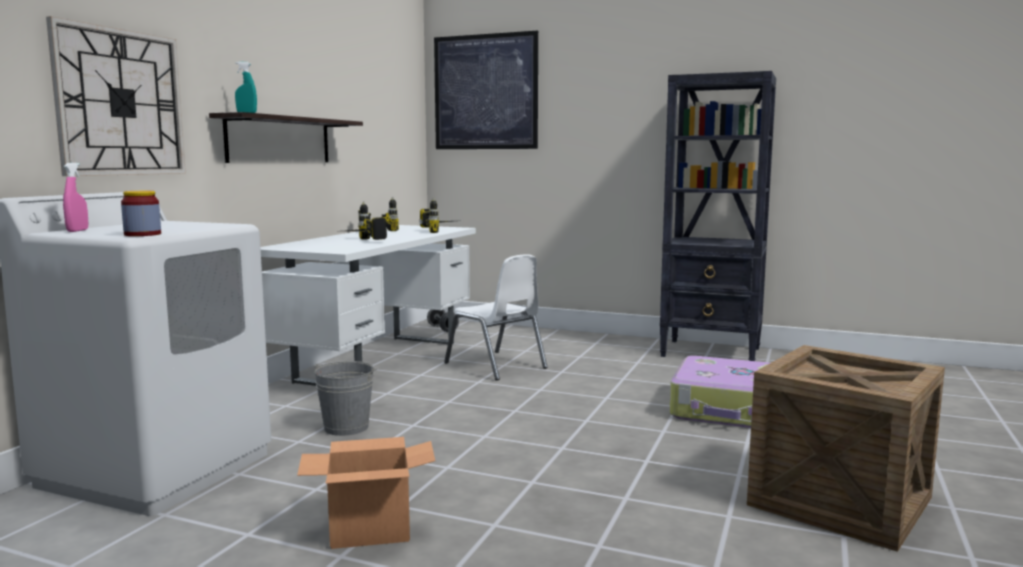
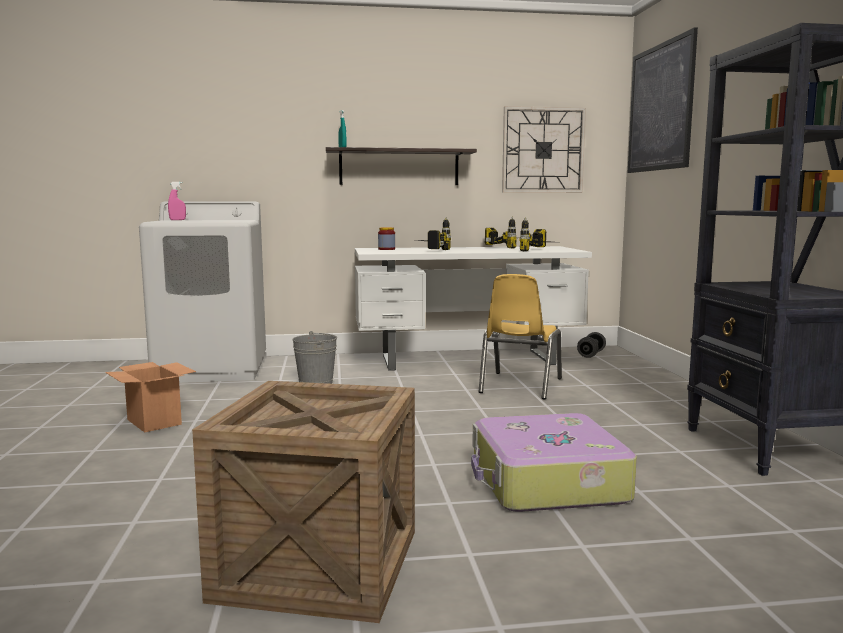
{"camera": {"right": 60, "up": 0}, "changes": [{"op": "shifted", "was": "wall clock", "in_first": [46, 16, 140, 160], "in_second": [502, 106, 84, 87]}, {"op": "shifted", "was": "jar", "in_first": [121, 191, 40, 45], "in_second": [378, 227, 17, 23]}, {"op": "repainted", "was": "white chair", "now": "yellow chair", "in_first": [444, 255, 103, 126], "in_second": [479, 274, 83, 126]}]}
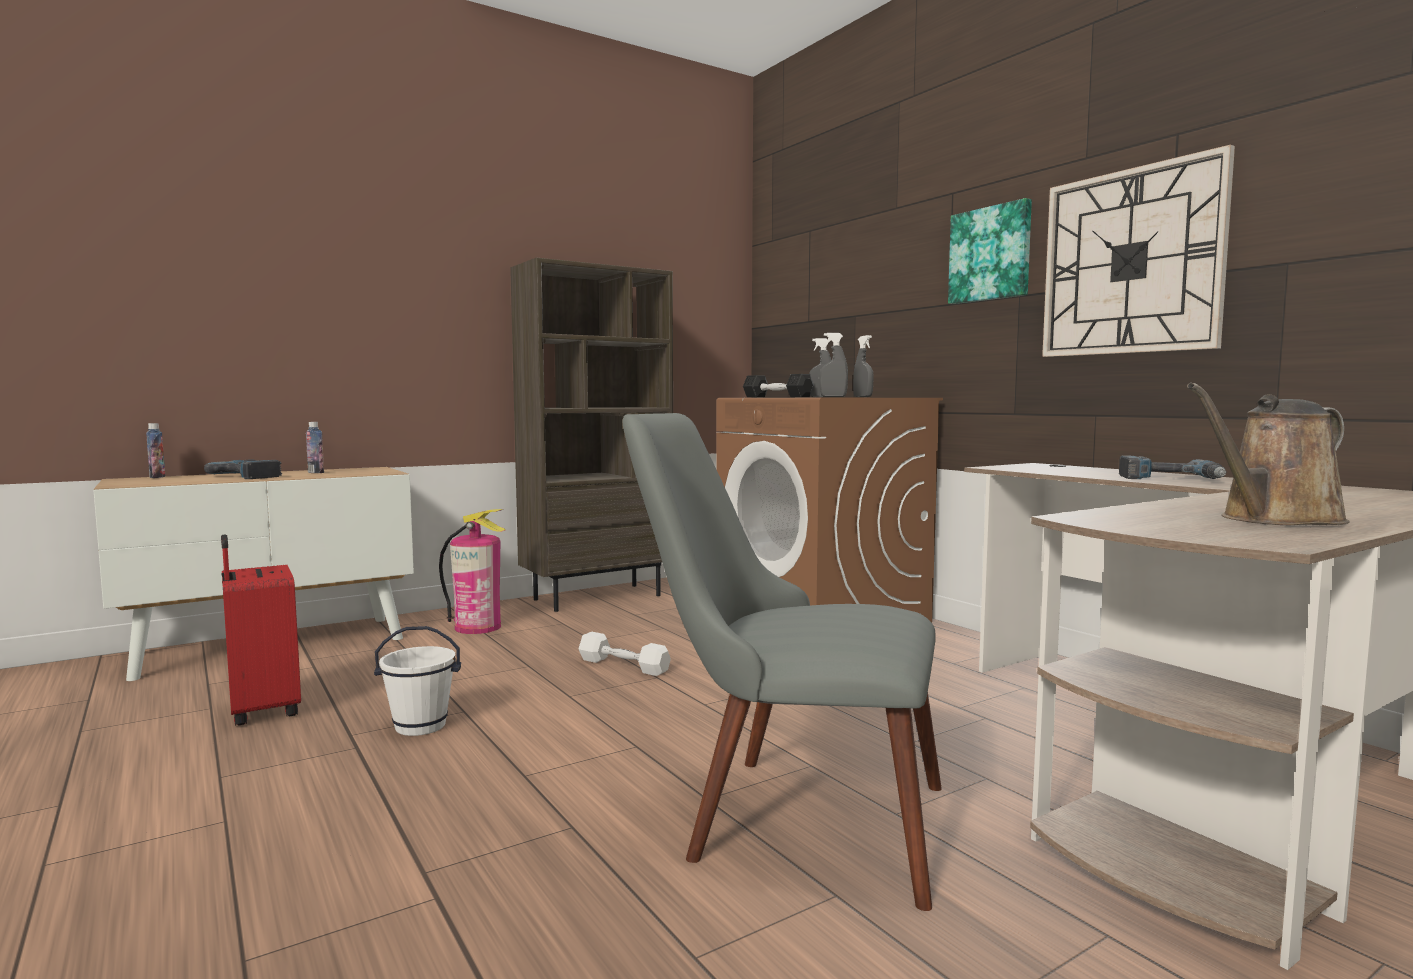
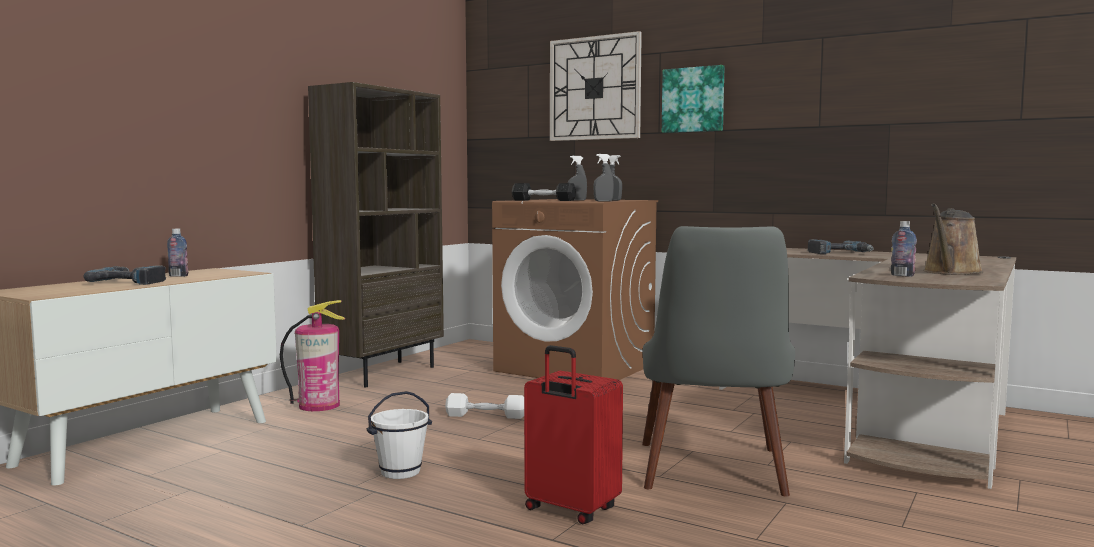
{"camera": {"right": -25, "up": 0}, "changes": [{"op": "shifted", "was": "bottle", "in_first": [146, 423, 19, 55], "in_second": [890, 221, 27, 56]}, {"op": "shifted", "was": "red suitcase", "in_first": [221, 534, 80, 192], "in_second": [524, 345, 99, 180]}, {"op": "rotated", "was": "grey chair", "in_first": [622, 413, 320, 498], "in_second": [642, 226, 153, 271], "clockwise": -75}, {"op": "shifted", "was": "wall clock", "in_first": [1042, 145, 193, 212], "in_second": [550, 31, 92, 110]}]}
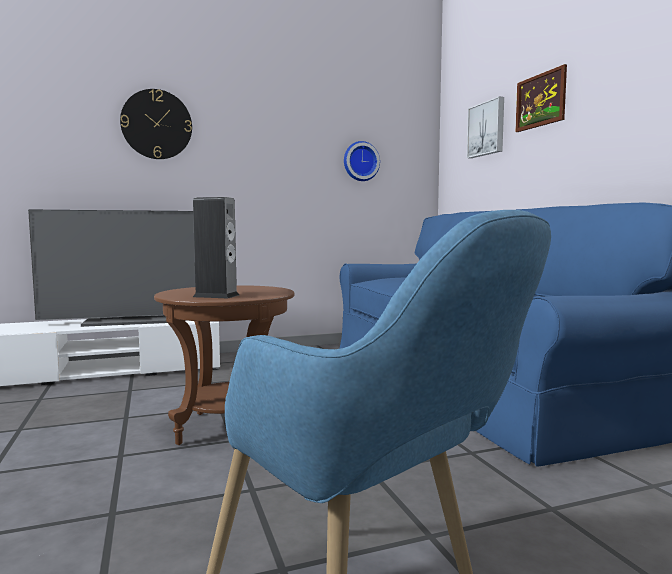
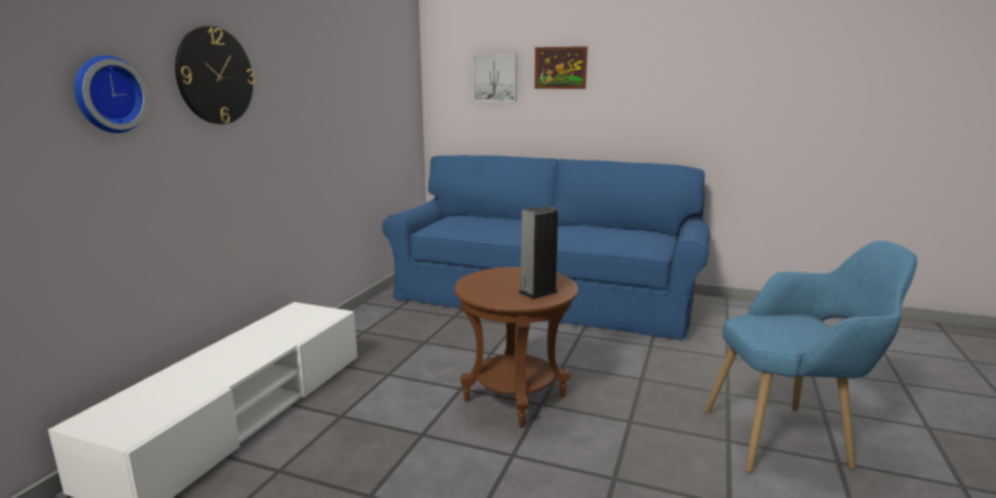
{"camera": {"right": -50, "up": 10}, "changes": [{"op": "gone", "was": "television", "in_first": [28, 209, 168, 118]}, {"op": "shifted", "was": "wall clock", "in_first": [344, 141, 36, 40], "in_second": [74, 55, 75, 78]}]}
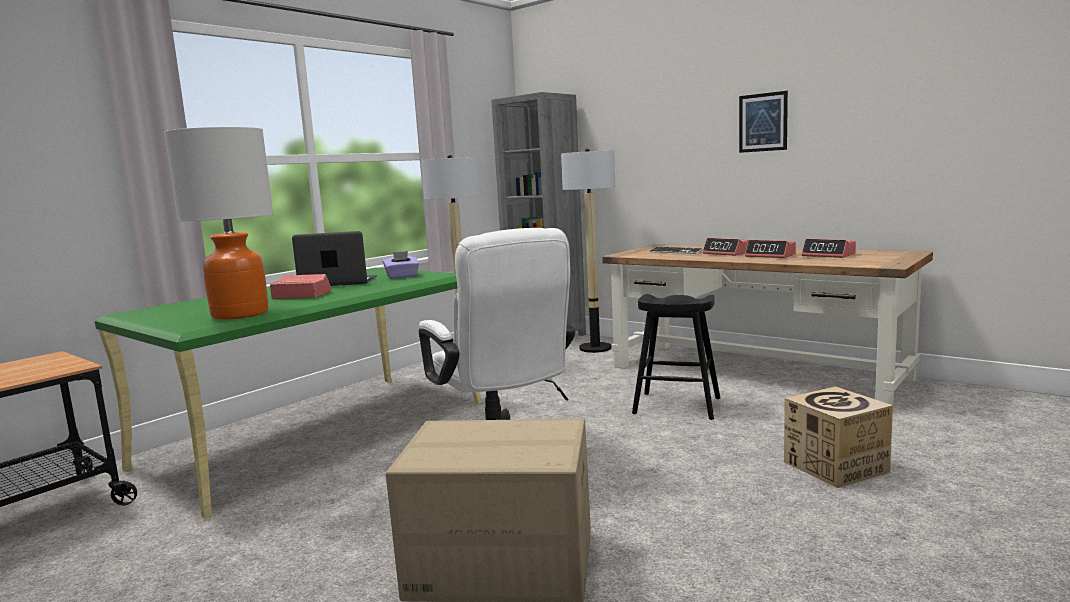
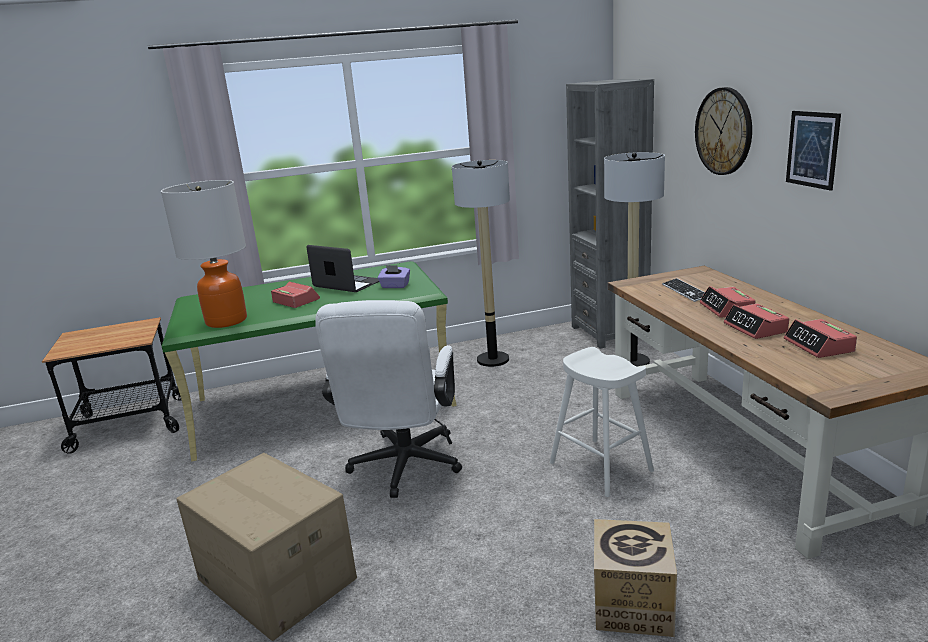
{"camera": {"right": 35, "up": 10}, "changes": [{"op": "repainted", "was": "black stool", "now": "white stool", "in_first": [632, 294, 88, 126], "in_second": [550, 347, 104, 150]}, {"op": "new", "now": "wall clock", "in_second": [695, 87, 57, 88]}]}
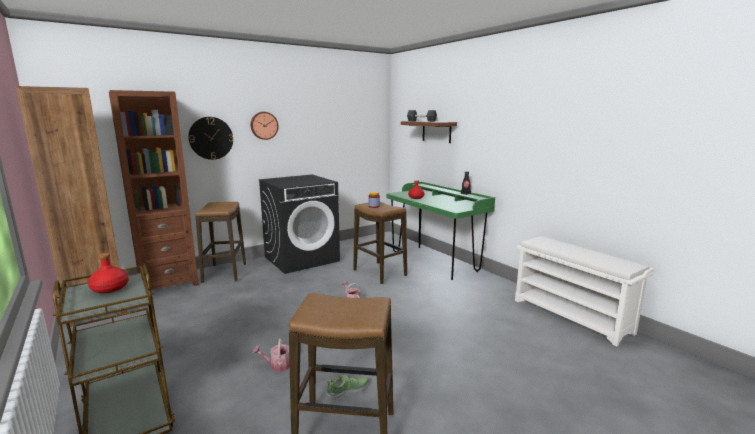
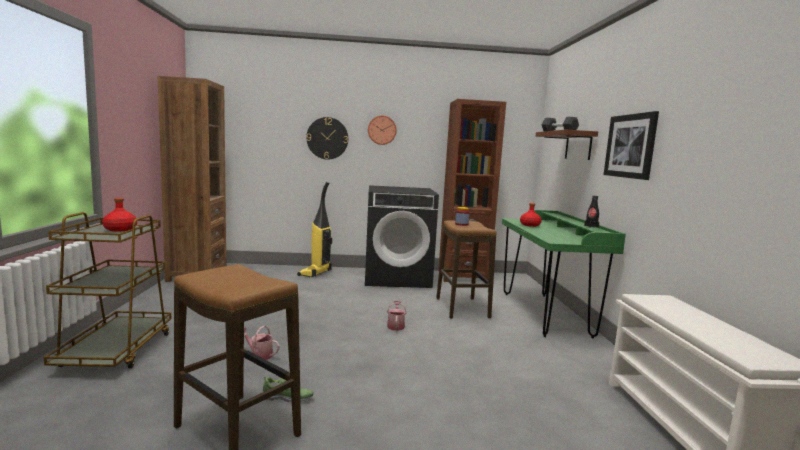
{"camera": {"right": 30, "up": -5}, "changes": [{"op": "shifted", "was": "brown bookcase", "in_first": [109, 90, 90, 200], "in_second": [438, 99, 68, 183]}, {"op": "swapped", "was": "stool", "now": "vacuum cleaner", "in_first": [195, 202, 51, 81], "in_second": [297, 182, 35, 95]}, {"op": "new", "now": "picture", "in_second": [604, 111, 55, 69]}]}
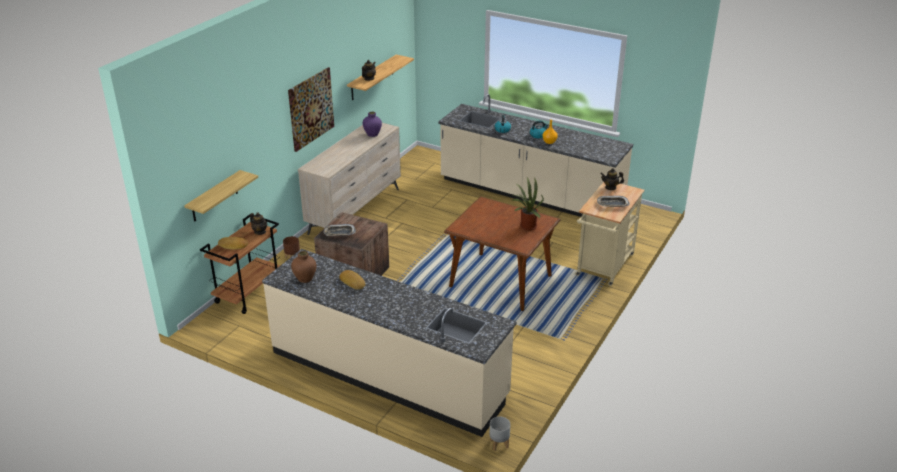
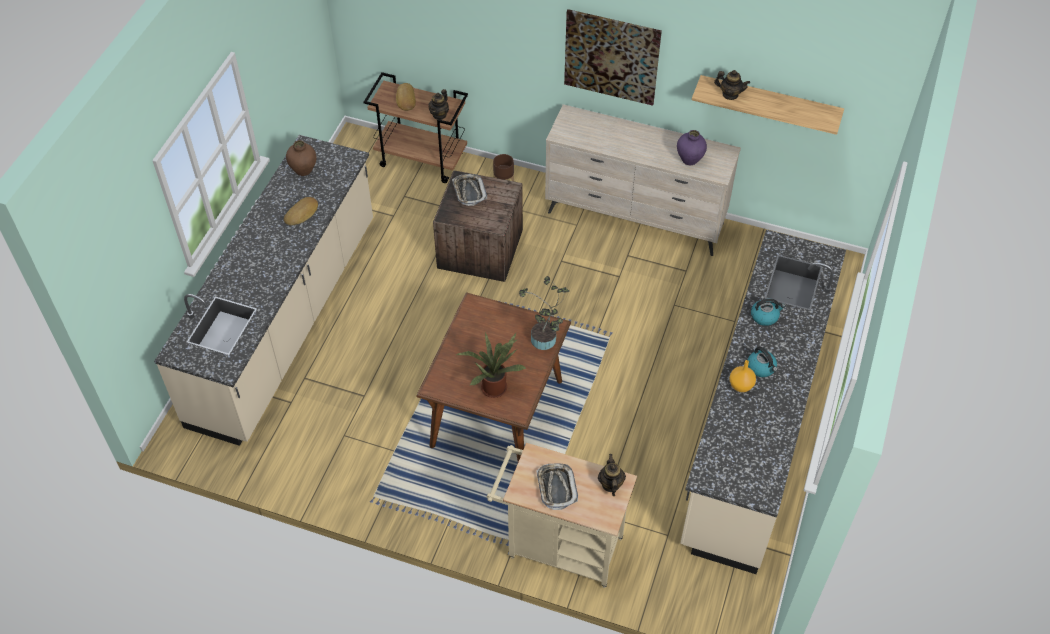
{"camera": {"right": 80, "up": 20}, "changes": [{"op": "gone", "was": "shelf", "in_first": [184, 170, 74, 52]}, {"op": "gone", "was": "grey planter", "in_first": [489, 416, 21, 34]}, {"op": "new", "now": "potted plant", "in_second": [519, 276, 50, 74]}]}
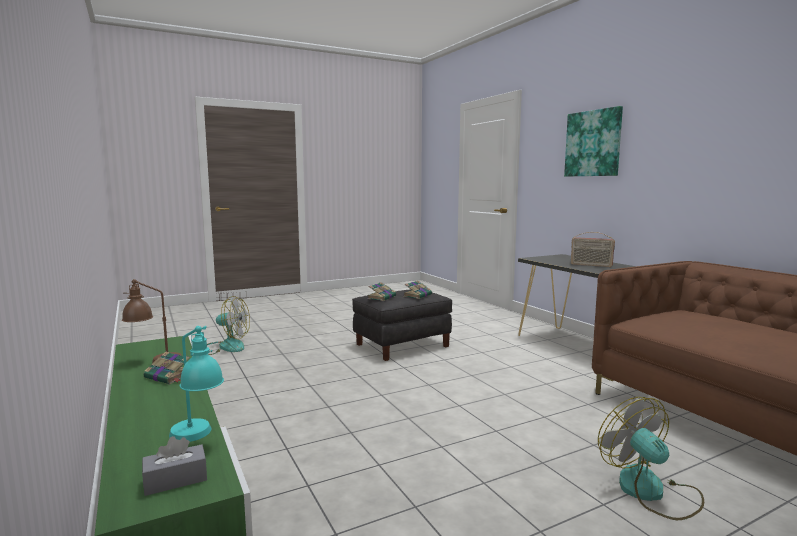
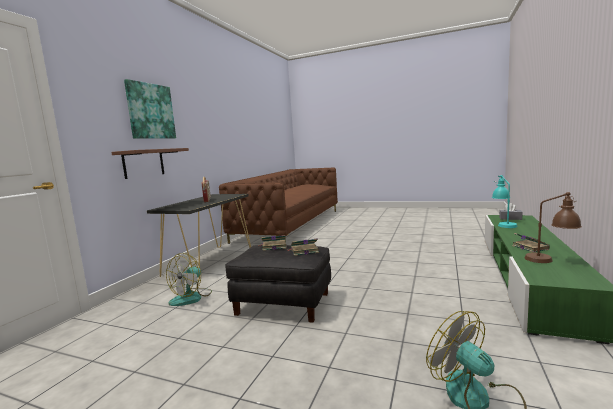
{"camera": {"right": -130, "up": 0}, "changes": [{"op": "shifted", "was": "fan", "in_first": [598, 397, 106, 123], "in_second": [166, 253, 46, 53]}, {"op": "new", "now": "brown shelf", "in_second": [112, 148, 77, 31]}]}
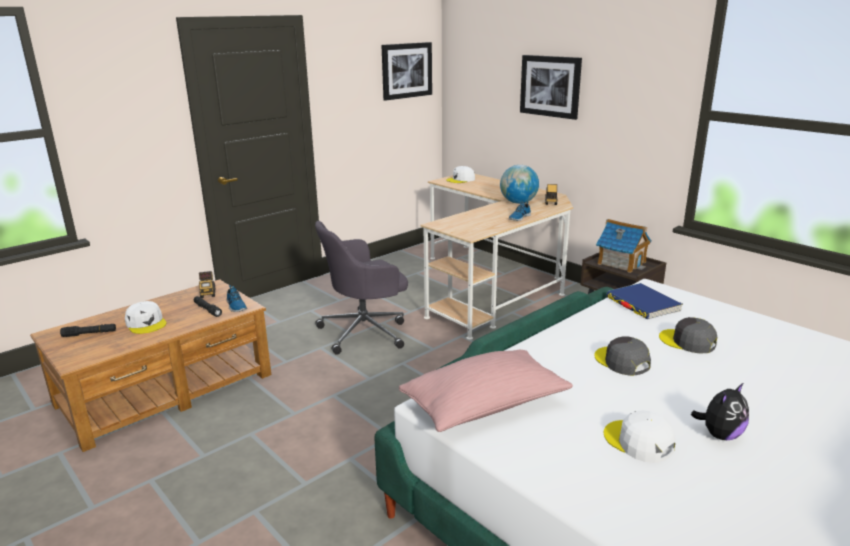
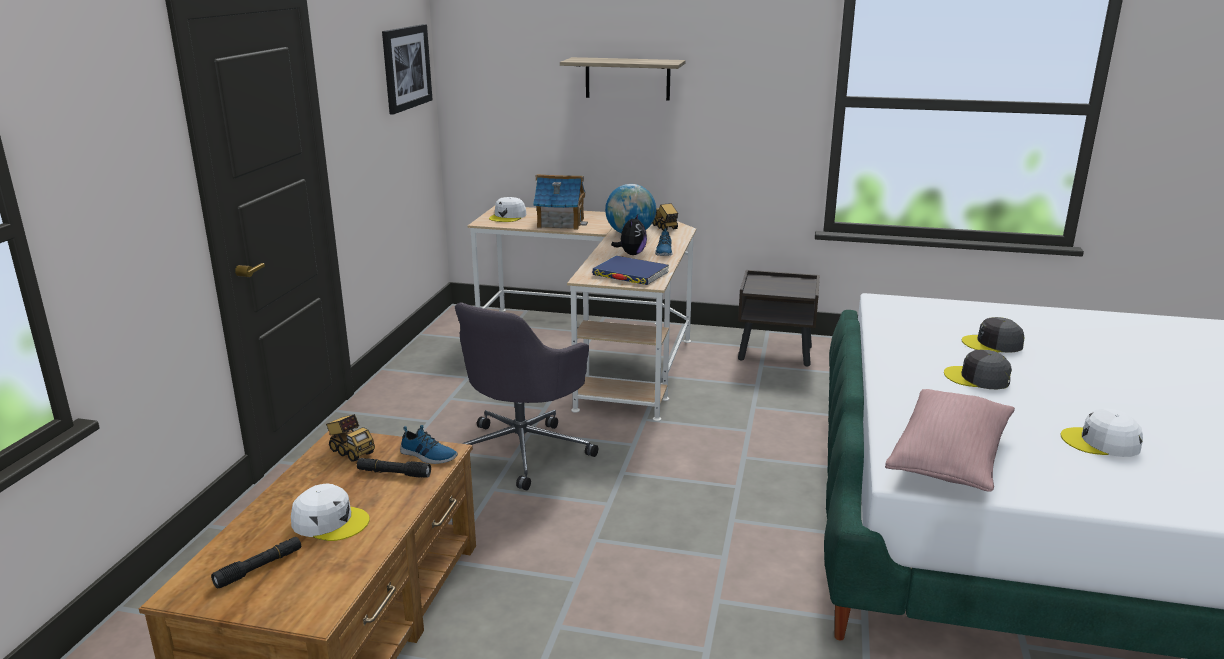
{"camera": {"right": -35, "up": 0}, "changes": [{"op": "swapped", "was": "picture", "now": "shelf", "in_first": [520, 55, 62, 65], "in_second": [560, 57, 126, 44]}, {"op": "shifted", "was": "toy house", "in_first": [596, 219, 56, 54], "in_second": [533, 174, 55, 56]}, {"op": "shifted", "was": "blue book", "in_first": [606, 283, 77, 36], "in_second": [592, 256, 77, 29]}, {"op": "shifted", "was": "plush toy", "in_first": [691, 383, 58, 57], "in_second": [611, 214, 36, 41]}]}
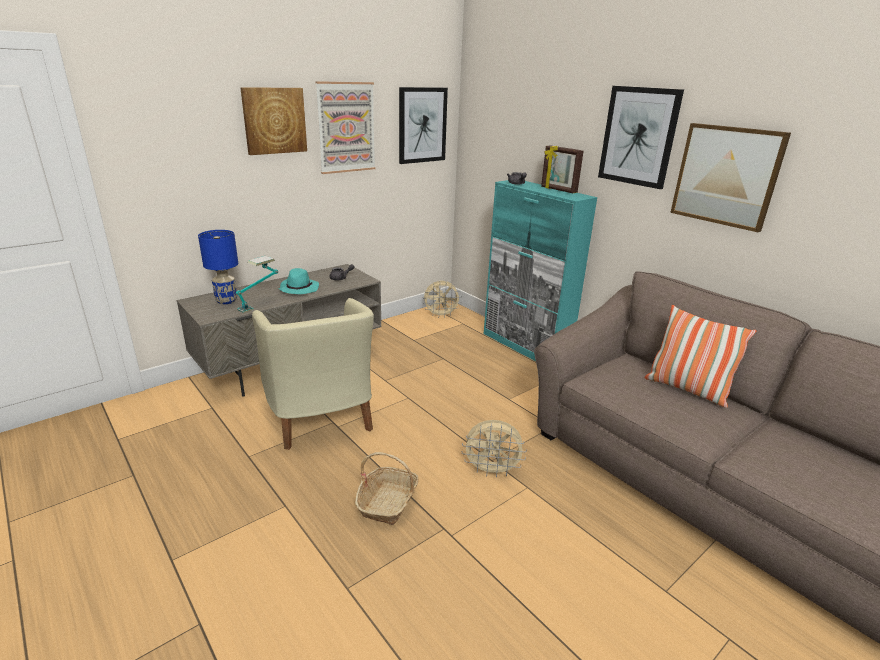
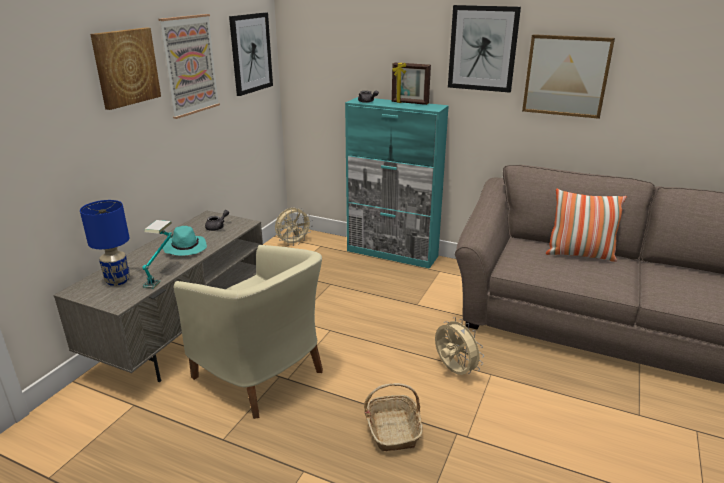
{"camera": {"right": -25, "up": 0}, "changes": [{"op": "rotated", "was": "beige fan", "in_first": [462, 420, 65, 58], "in_second": [435, 317, 49, 58], "clockwise": -105}]}
